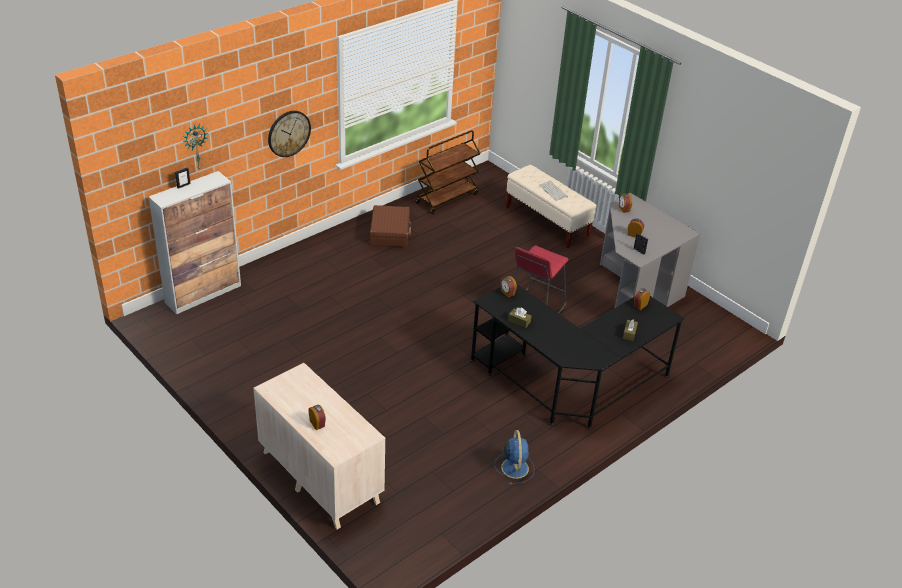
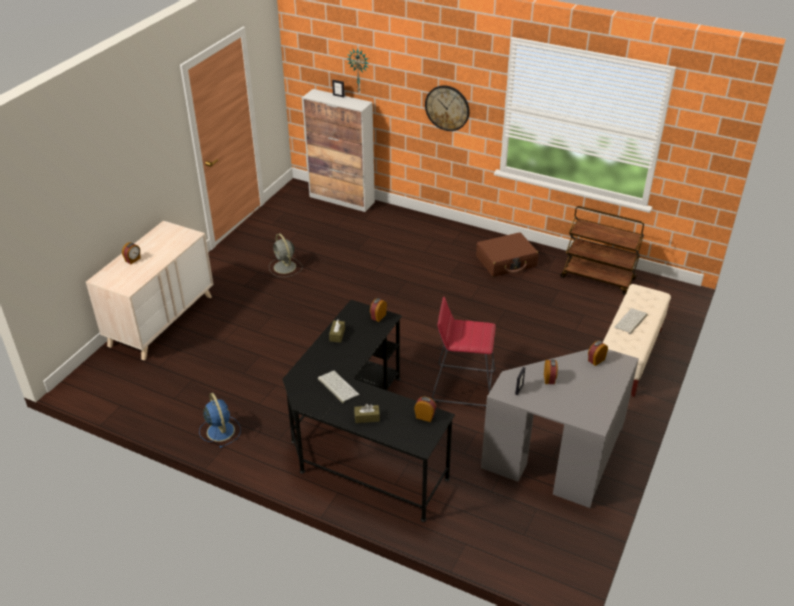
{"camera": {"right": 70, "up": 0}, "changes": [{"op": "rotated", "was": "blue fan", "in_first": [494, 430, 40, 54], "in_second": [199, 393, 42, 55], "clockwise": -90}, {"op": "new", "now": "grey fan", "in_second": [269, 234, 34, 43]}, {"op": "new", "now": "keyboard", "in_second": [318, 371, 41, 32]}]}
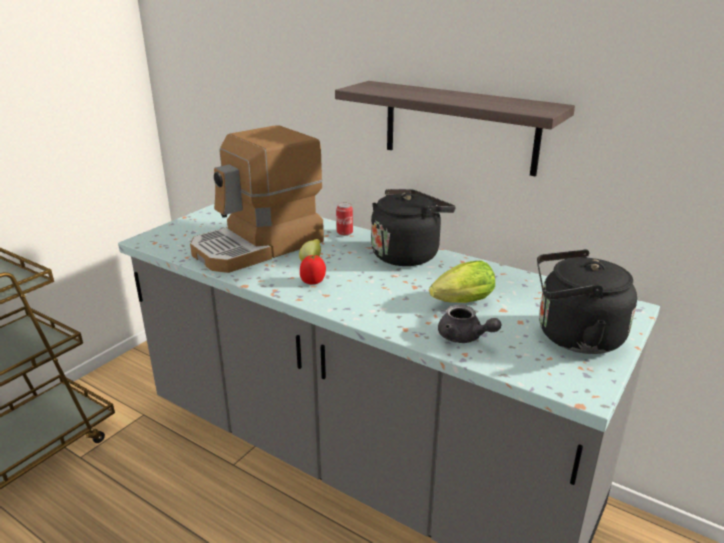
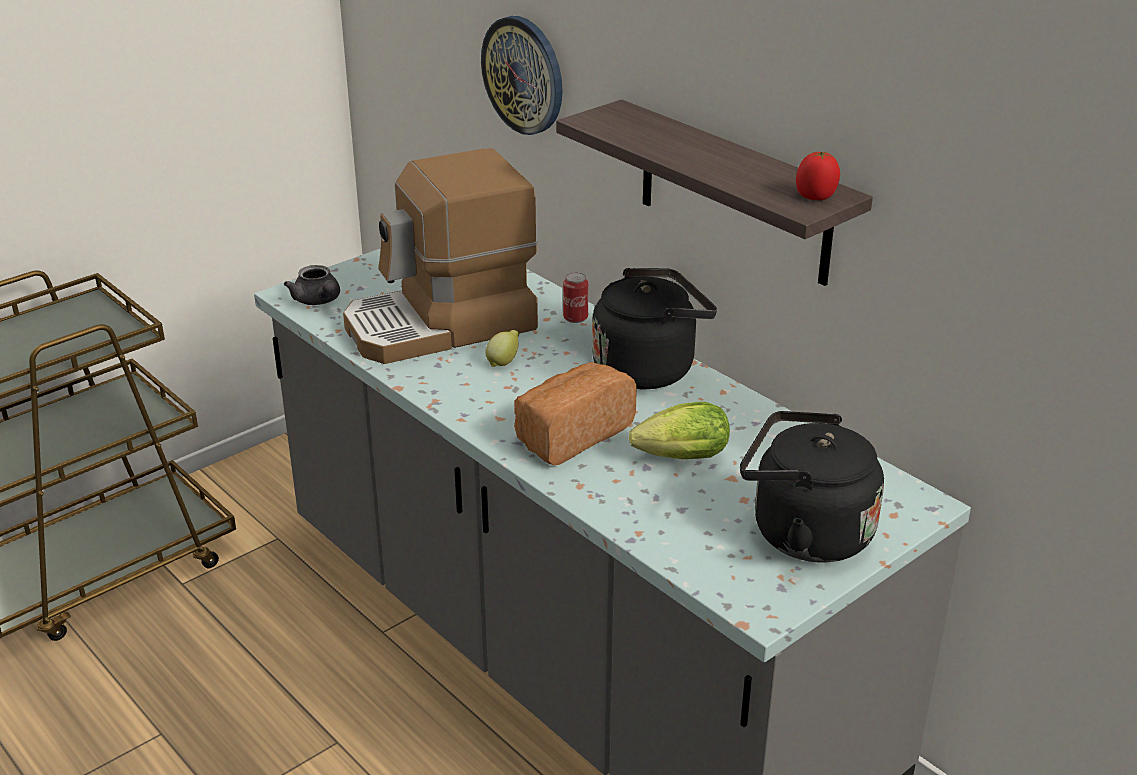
{"camera": {"right": 15, "up": 5}, "changes": [{"op": "shifted", "was": "tomato", "in_first": [300, 255, 26, 29], "in_second": [796, 152, 44, 48]}, {"op": "shifted", "was": "grey teapot", "in_first": [438, 305, 63, 38], "in_second": [284, 265, 56, 40]}, {"op": "new", "now": "wall clock", "in_second": [481, 16, 82, 119]}, {"op": "new", "now": "bread", "in_second": [514, 362, 123, 104]}]}
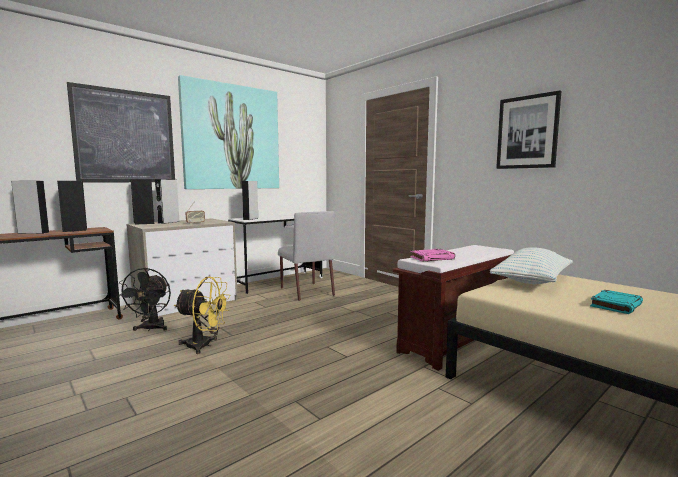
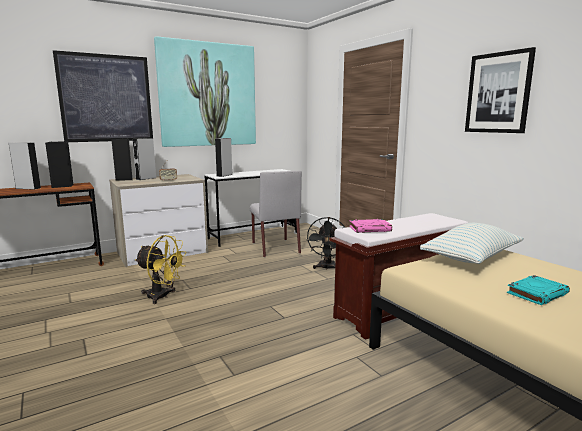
{"camera": {"right": 10, "up": 5}, "changes": [{"op": "shifted", "was": "black fan", "in_first": [116, 268, 55, 63], "in_second": [307, 217, 38, 53]}]}
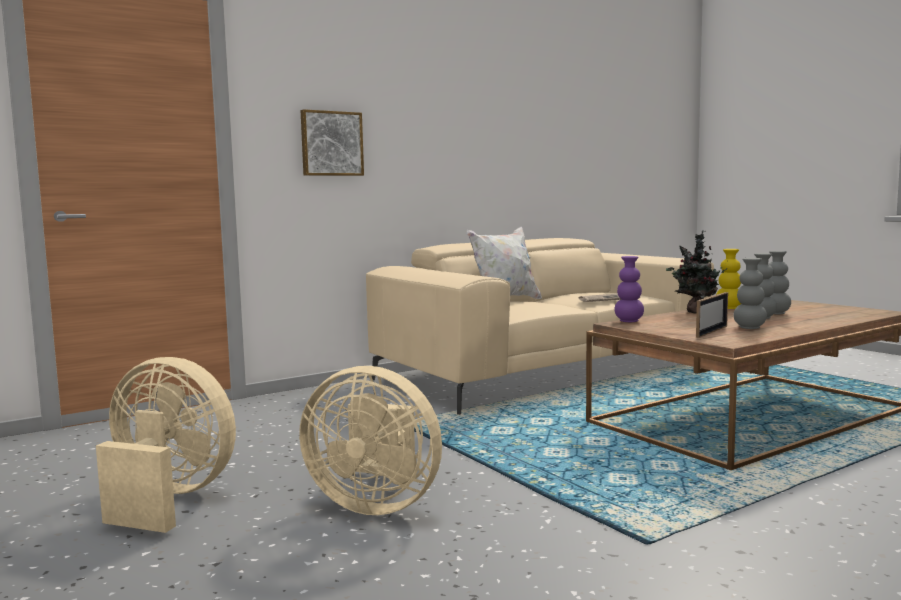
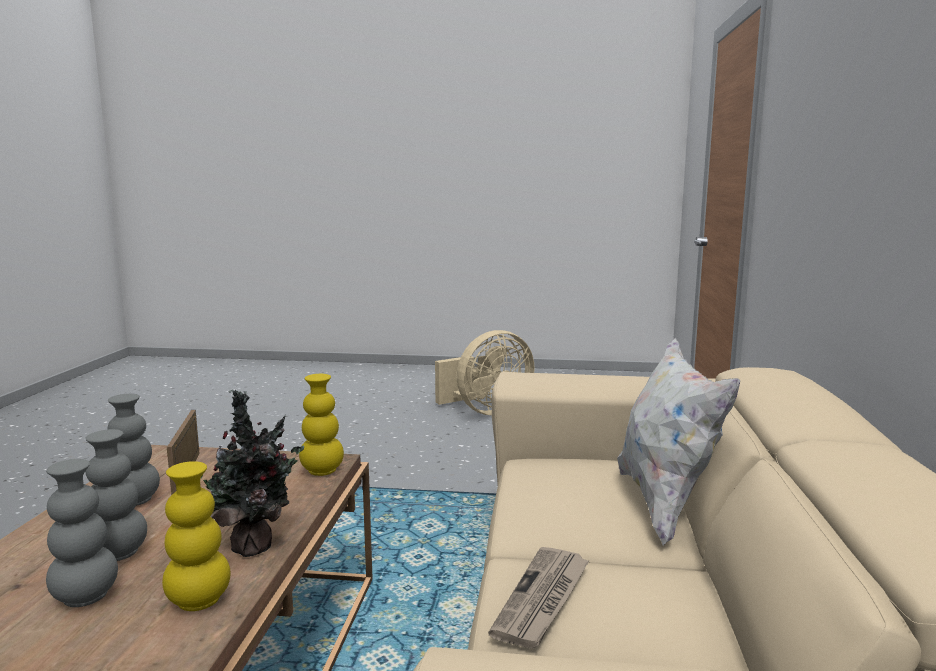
{"camera": {"right": 130, "up": 5}, "changes": [{"op": "gone", "was": "beige fan", "in_first": [299, 366, 143, 149]}, {"op": "gone", "was": "picture", "in_first": [301, 109, 63, 67]}, {"op": "repainted", "was": "purple vase", "now": "yellow vase", "in_first": [614, 256, 30, 66], "in_second": [299, 374, 45, 102]}]}
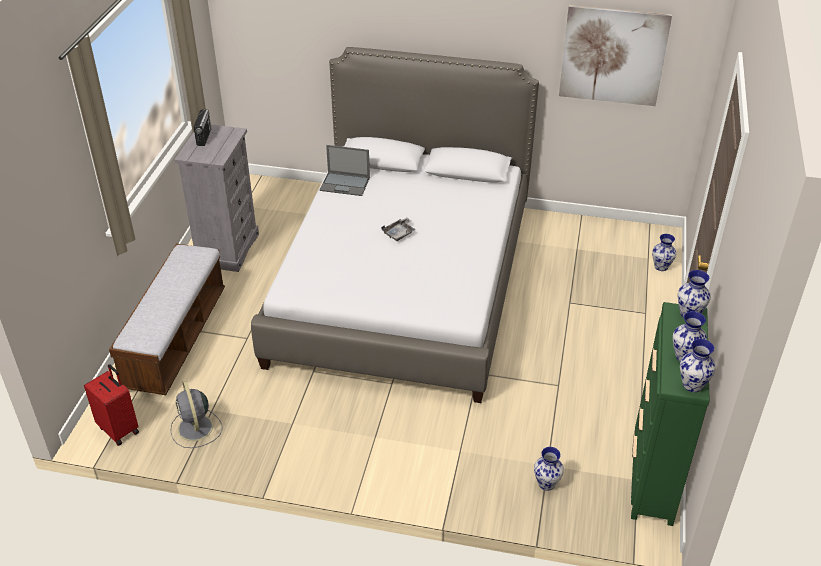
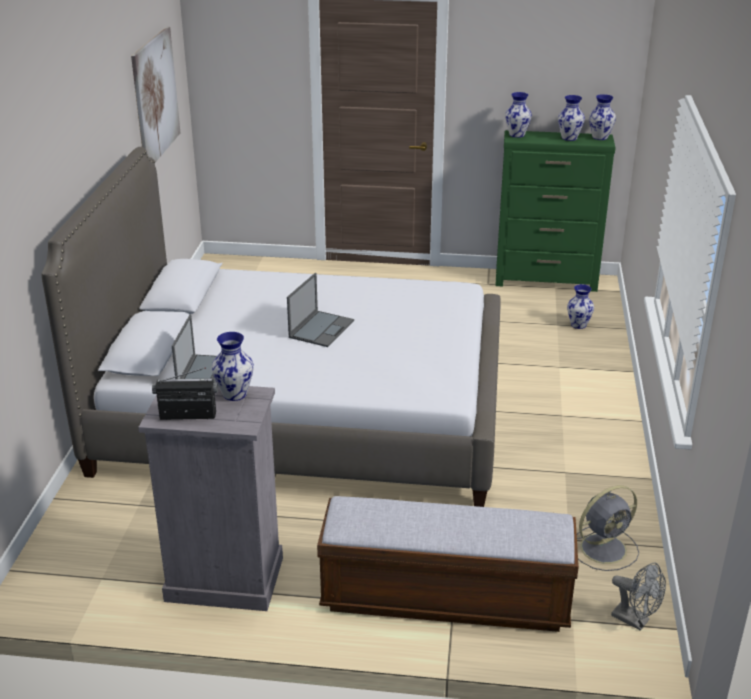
{"camera": {"right": -95, "up": -10}, "changes": [{"op": "swapped", "was": "red suitcase", "now": "grey fan", "in_first": [84, 364, 55, 82], "in_second": [611, 562, 55, 69]}, {"op": "swapped", "was": "grey tray", "now": "laptop", "in_first": [381, 218, 35, 23], "in_second": [287, 273, 67, 74]}, {"op": "shifted", "was": "vase", "in_first": [652, 234, 24, 37], "in_second": [212, 332, 42, 69]}]}
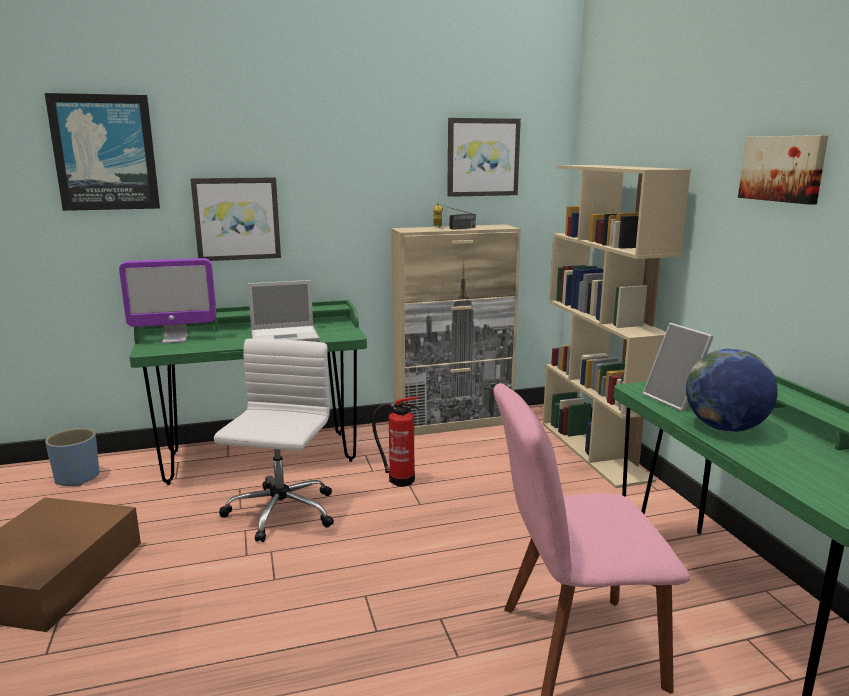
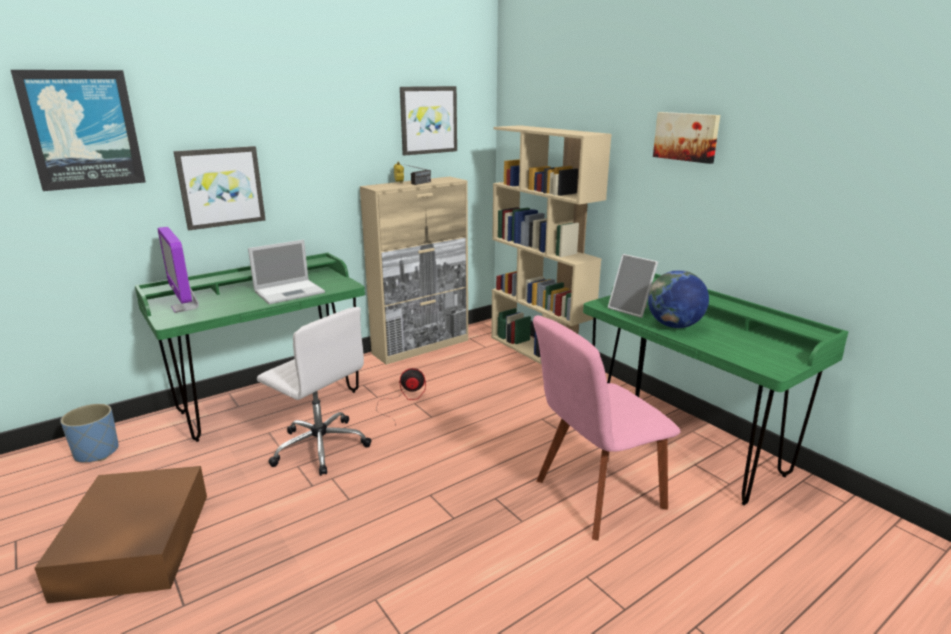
{"camera": {"right": -20, "up": 5}, "changes": [{"op": "rotated", "was": "monitor", "in_first": [119, 258, 97, 85], "in_second": [158, 227, 41, 86], "clockwise": 90}, {"op": "rotated", "was": "white office chair", "in_first": [214, 338, 120, 204], "in_second": [257, 307, 115, 169], "clockwise": 135}, {"op": "swapped", "was": "fire extinguisher", "now": "fan", "in_first": [372, 396, 47, 91], "in_second": [376, 368, 50, 59]}]}
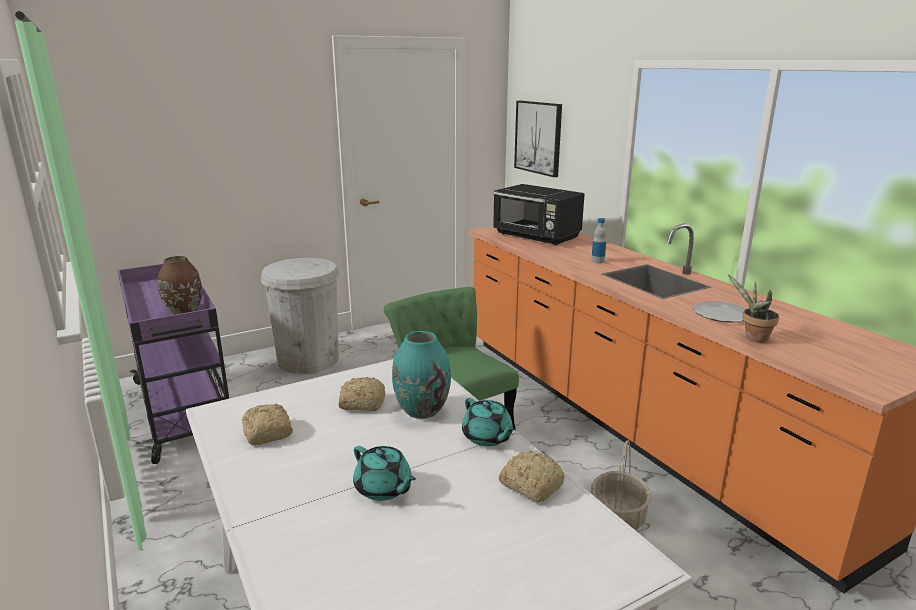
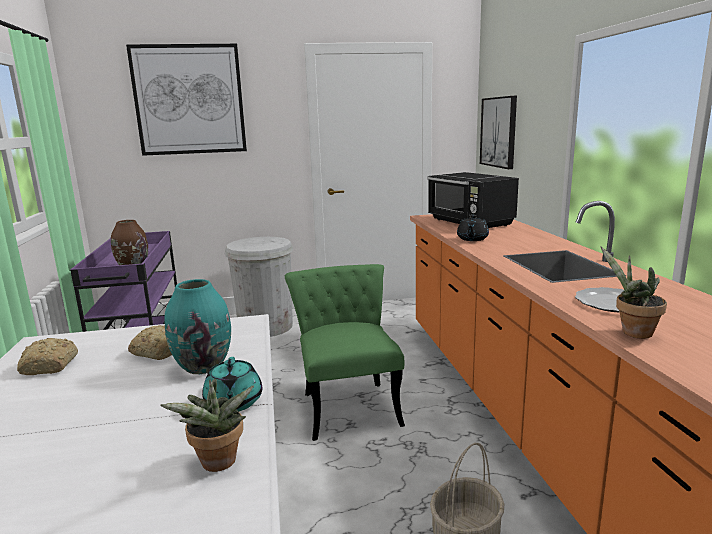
{"camera": {"right": 20, "up": -5}, "changes": [{"op": "gone", "was": "turquoise teapot", "in_first": [353, 446, 63, 55]}, {"op": "swapped", "was": "bread", "now": "potted plant", "in_first": [499, 451, 66, 51], "in_second": [160, 379, 94, 93]}, {"op": "gone", "was": "bottle", "in_first": [591, 218, 16, 45]}, {"op": "new", "now": "picture", "in_second": [126, 44, 121, 112]}, {"op": "new", "now": "black teapot", "in_second": [457, 215, 32, 26]}]}
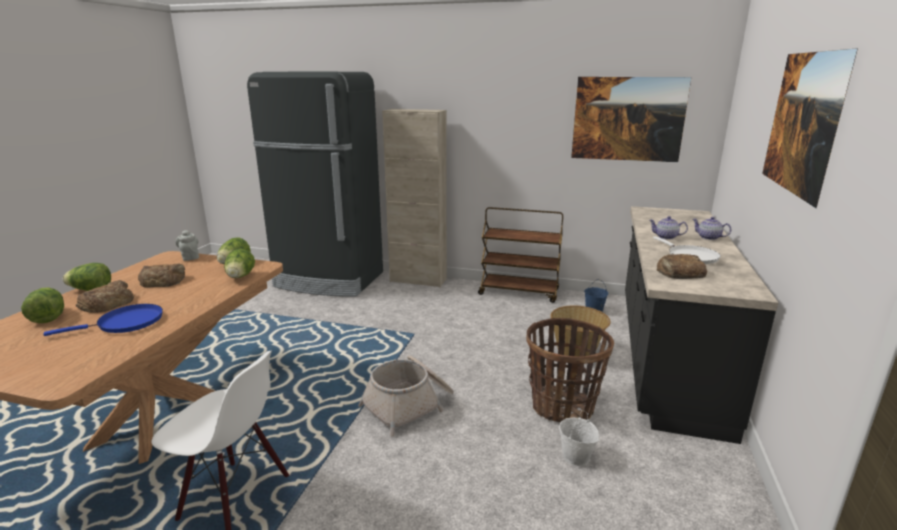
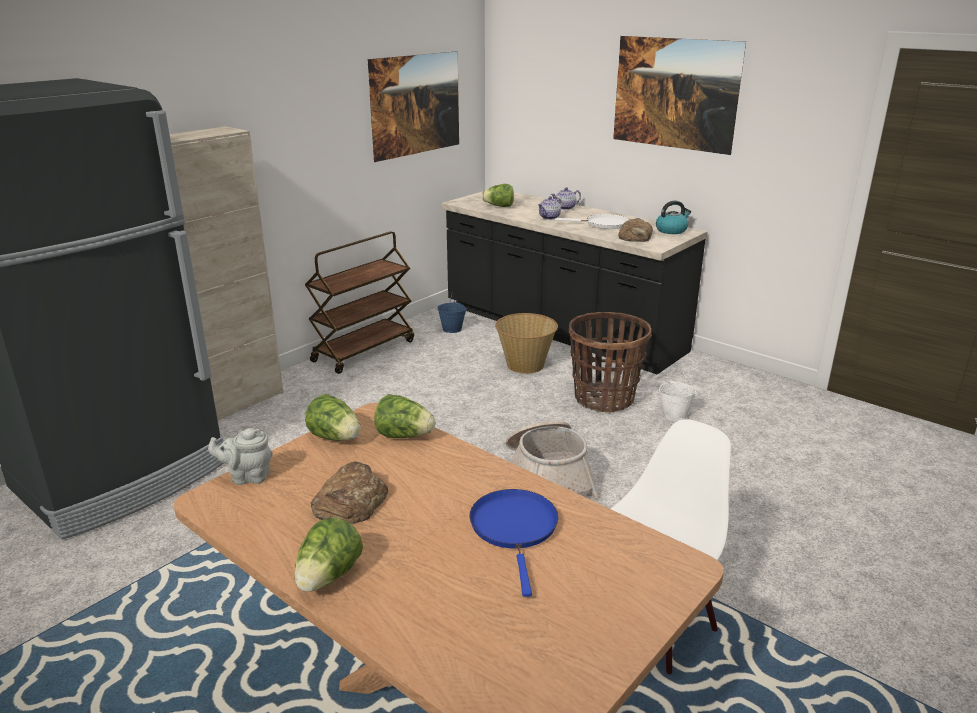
{"camera": {"right": -65, "up": 5}, "changes": [{"op": "shifted", "was": "lettuce", "in_first": [21, 287, 43, 36], "in_second": [482, 184, 32, 23]}, {"op": "gone", "was": "bread", "in_first": [76, 280, 58, 33]}, {"op": "new", "now": "kettle", "in_second": [656, 201, 35, 33]}]}
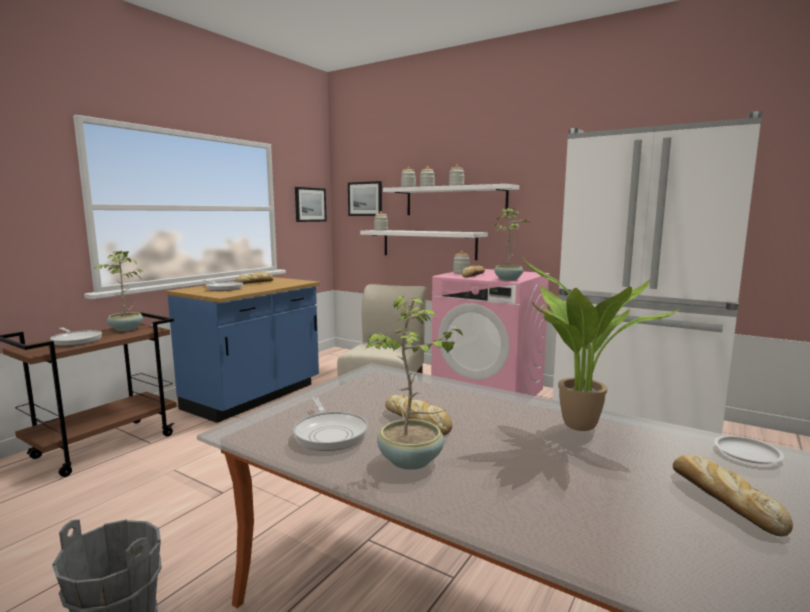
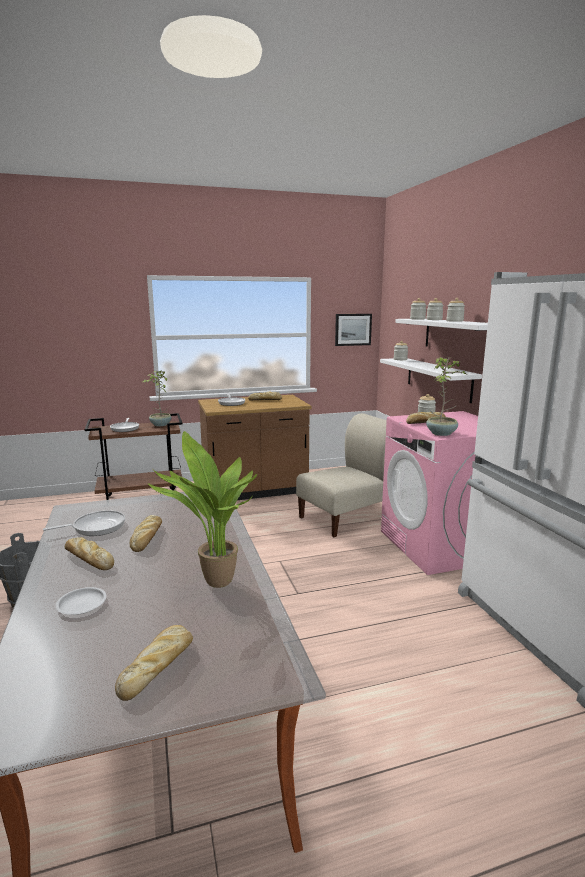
{"camera": {"right": 40, "up": 5}, "changes": [{"op": "repainted", "was": "blue counter", "now": "brown counter", "in_first": [166, 277, 154, 146], "in_second": [198, 395, 114, 105]}, {"op": "rotated", "was": "frying pan", "in_first": [293, 397, 75, 54], "in_second": [43, 510, 82, 26], "clockwise": -135}, {"op": "gone", "was": "picture", "in_first": [348, 181, 34, 35]}, {"op": "swapped", "was": "potted plant", "now": "bread", "in_first": [365, 296, 98, 174], "in_second": [65, 537, 49, 33]}, {"op": "shifted", "was": "white plate", "in_first": [714, 436, 70, 28], "in_second": [56, 587, 50, 28]}]}
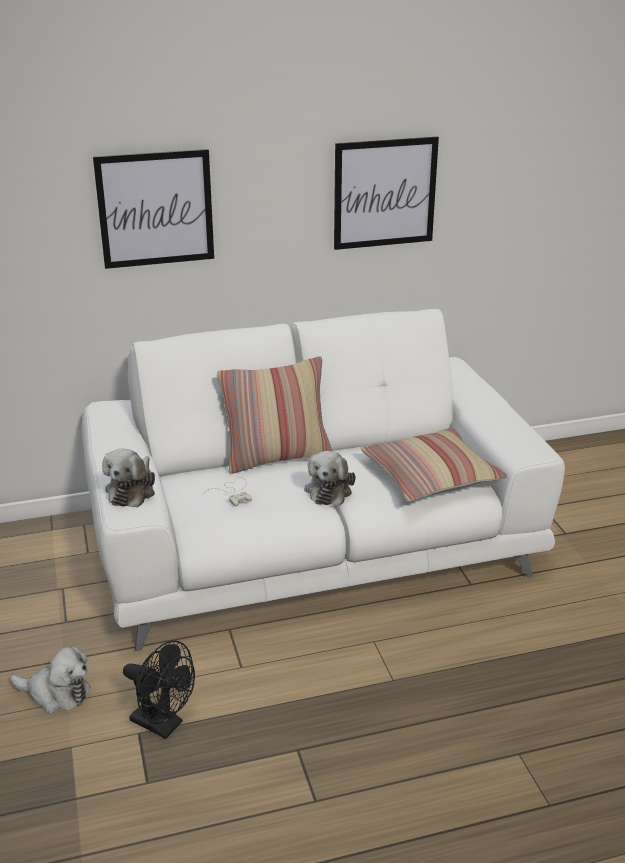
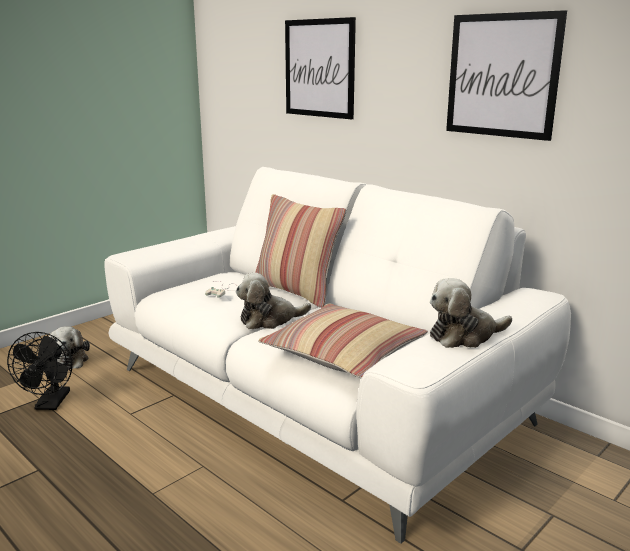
{"camera": {"right": 60, "up": -10}, "changes": [{"op": "shifted", "was": "plush toy", "in_first": [102, 448, 53, 59], "in_second": [430, 278, 82, 70]}]}
